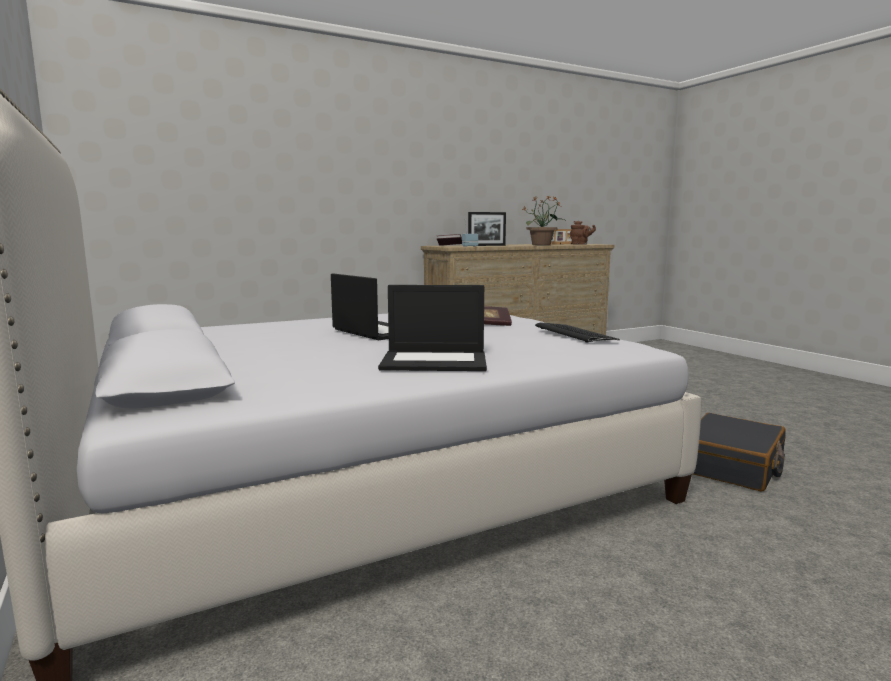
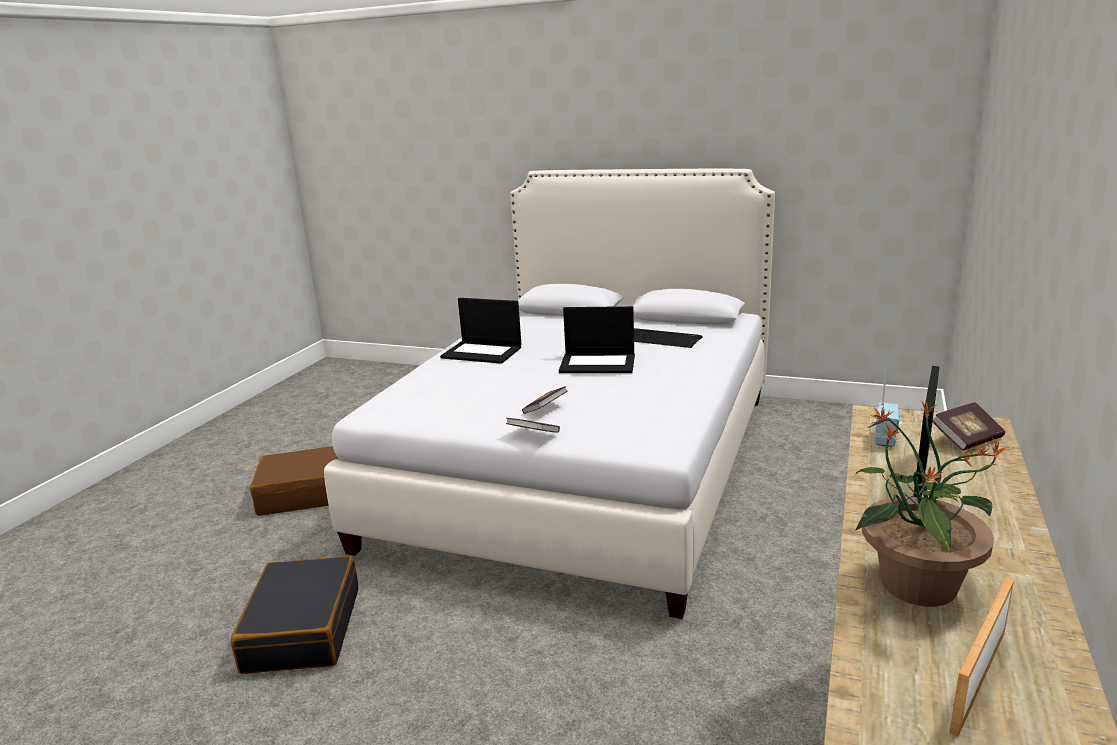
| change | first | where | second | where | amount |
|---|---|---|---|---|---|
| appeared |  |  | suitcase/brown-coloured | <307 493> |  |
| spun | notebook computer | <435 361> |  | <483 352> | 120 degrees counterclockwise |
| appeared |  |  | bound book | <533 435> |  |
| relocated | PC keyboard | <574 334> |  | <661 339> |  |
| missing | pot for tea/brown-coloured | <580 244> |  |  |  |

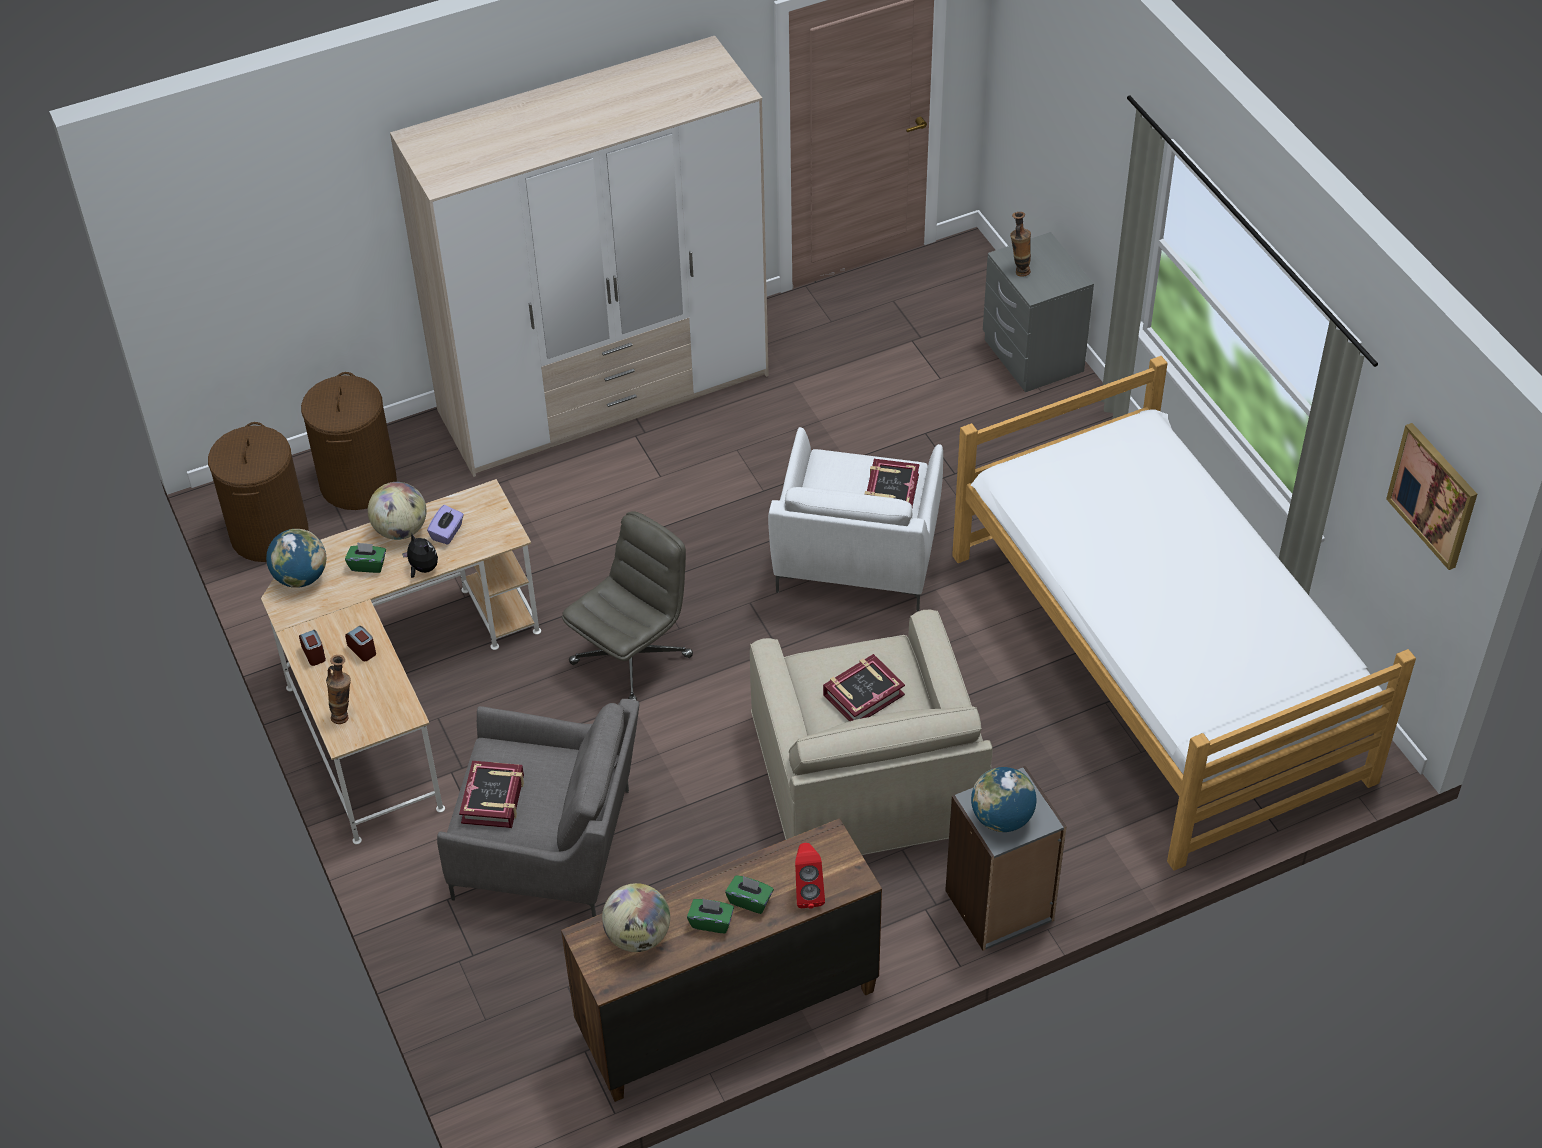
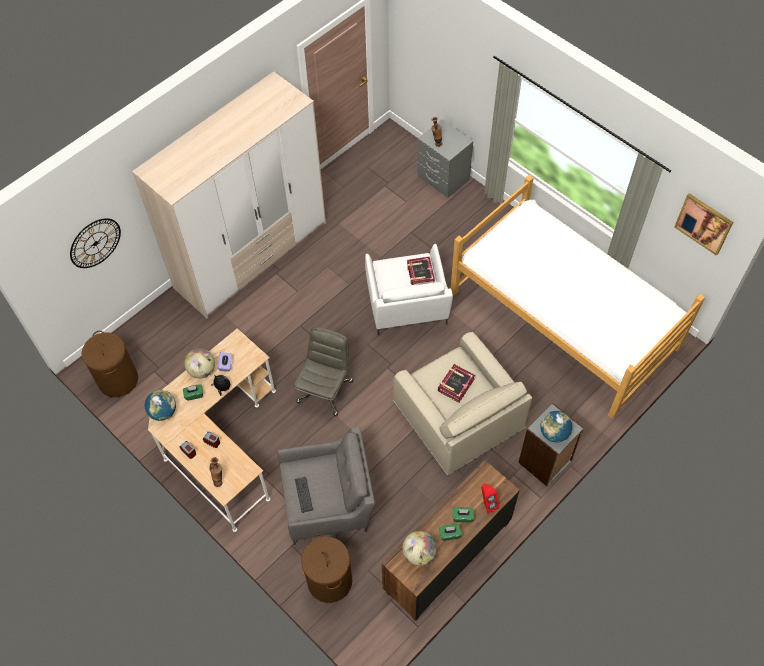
| change | first | where | second | where | amount |
|---|---|---|---|---|---|
| appeared |  |  | wall clock | <95 243> |  |
| exchanged | bound book | <493 799> | PC keyboard | <303 494> |  |
| relocated | hamper/brown-coloured | <358 483> |  | <329 580> |  |

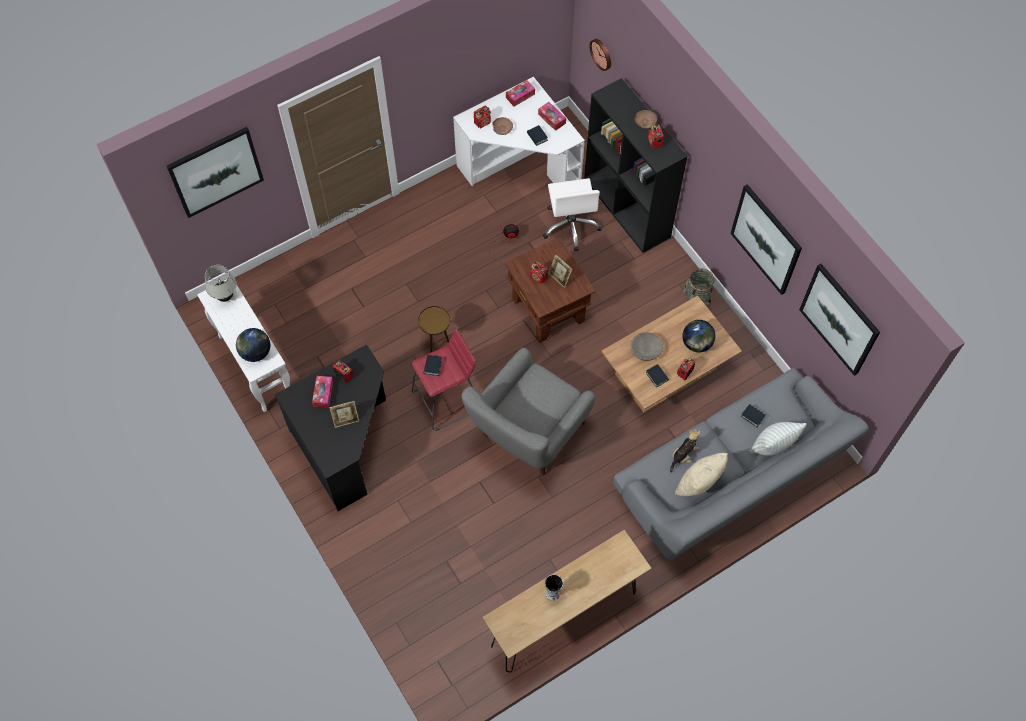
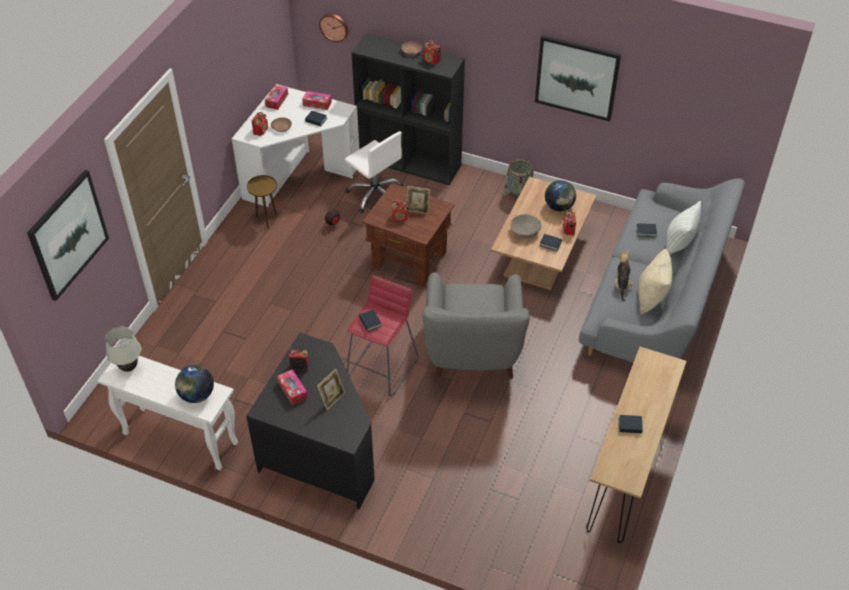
| change | first | where | second | where | amount |
|---|---|---|---|---|---|
| relocated | side table/brown-coloured | <436 343> |  | <267 219> |  |
| exchanged | decorative vase | <552 594> | bound book | <630 426> |  |
| missing | picture | <839 319> |  |  |  |

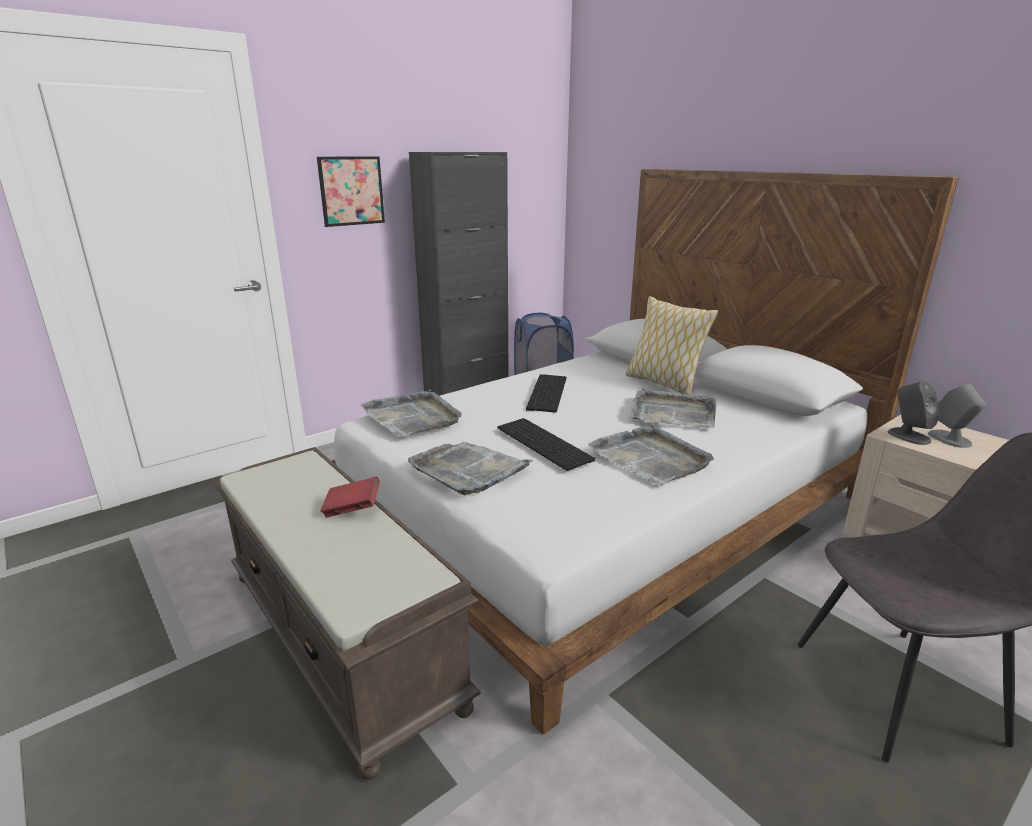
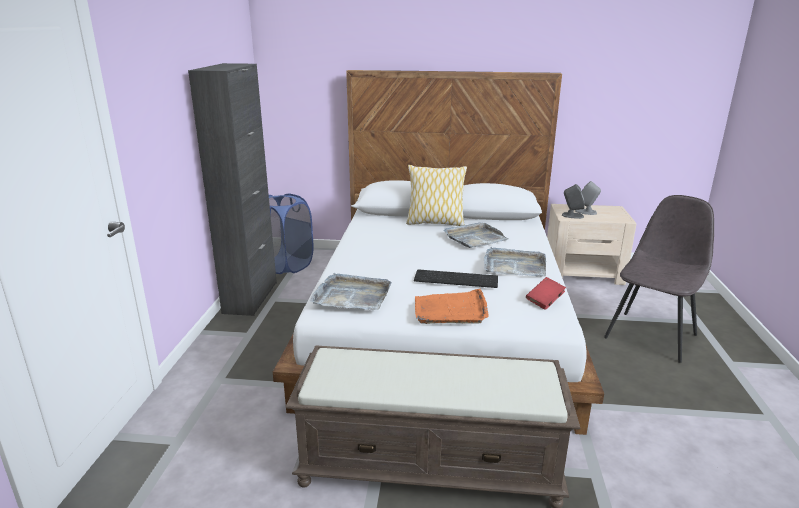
| change | first | where | second | where | amount |
|---|---|---|---|---|---|
| colour | serving tray/gray | <468 470> | serving tray/orange-coloured | <450 310> |  |
| relocated | bound book/red | <352 509> |  | <544 301> |  |
| missing | picture | <351 191> |  |  |  |
| missing | PC keyboard | <545 392> |  |  |  |

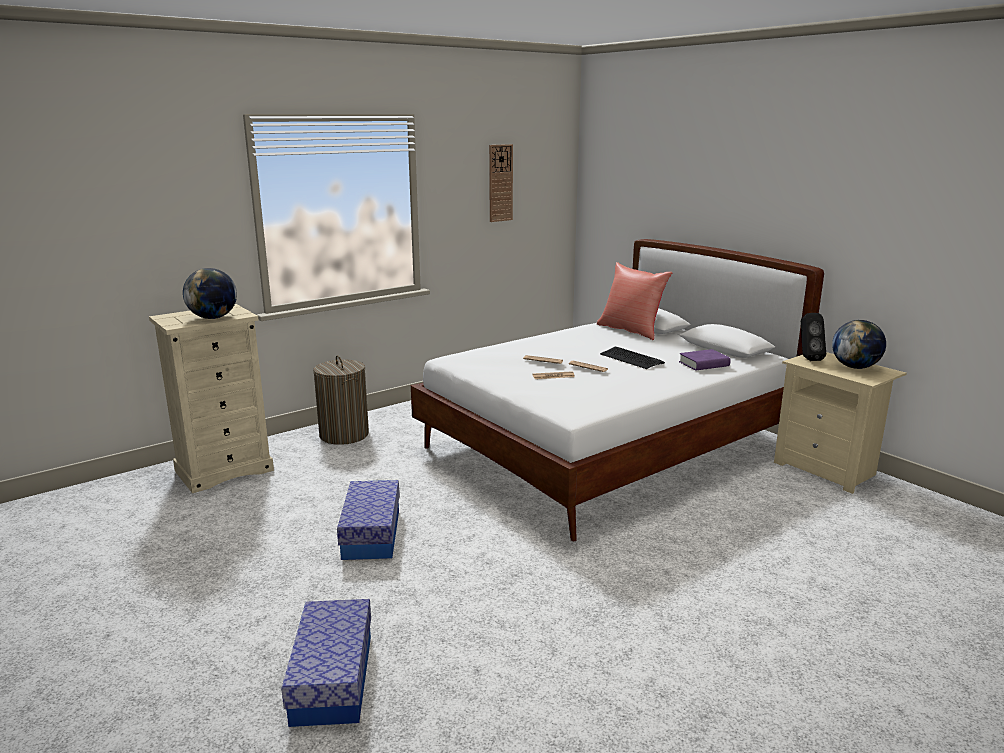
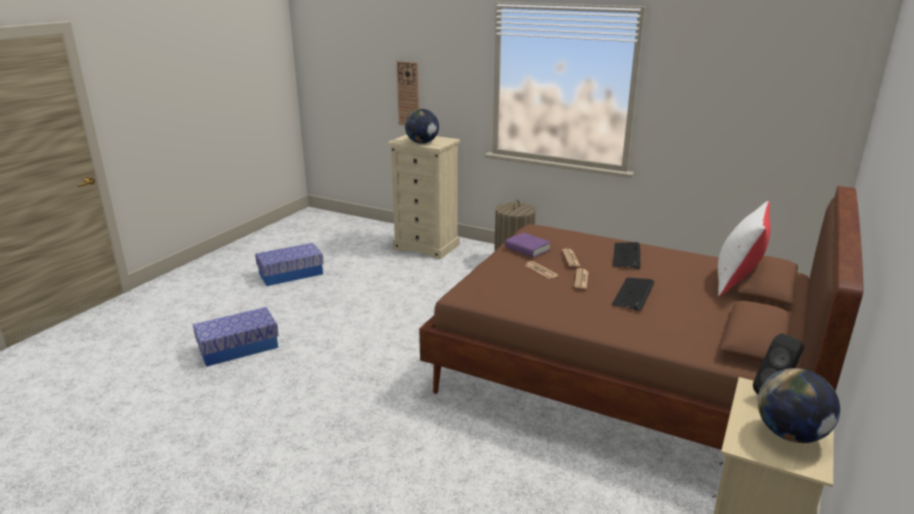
| change | first | where | second | where | amount |
|---|---|---|---|---|---|
| relocated | storage box | <371 534> |  | <291 274> |  |
| relocated | wall clock | <500 183> |  | <408 94> |  |
| colour | bed/white | <608 448> | bed/brown-coloured | <623 376> |  |
| relocated | bound book/purple-coloured | <704 364> |  | <527 248> |  |
| appeared |  |  | PC keyboard | <627 256> |  |
| colour | cushion/red | <631 330> | cushion/white | <737 281> |  |

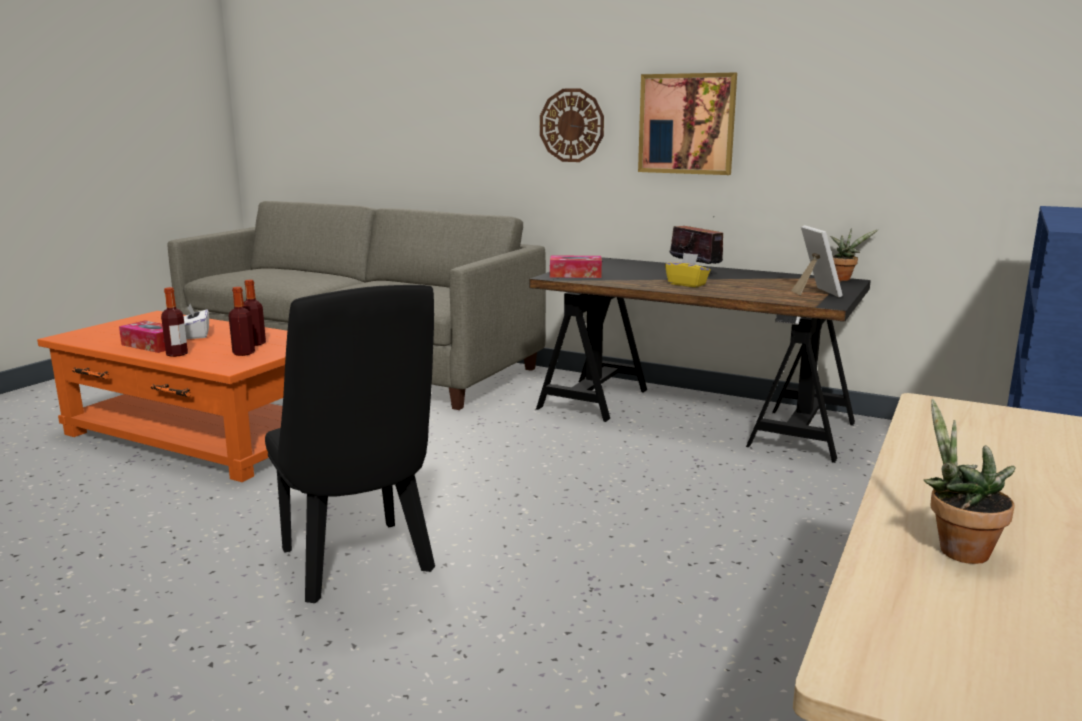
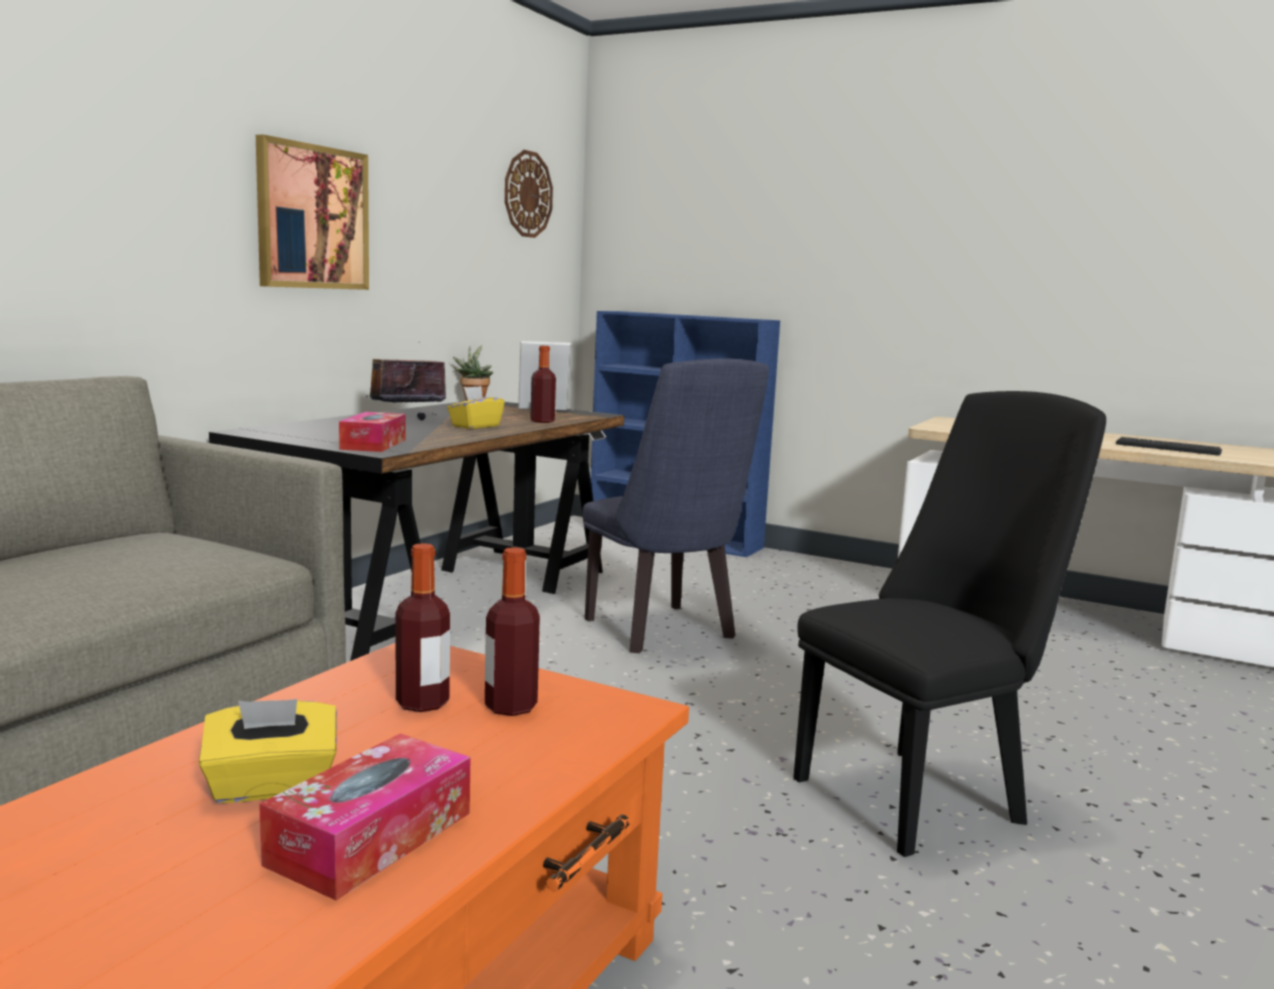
| change | first | where | second | where | amount |
|---|---|---|---|---|---|
| colour | tissue holder/white | <196 335> | tissue holder/yellow | <271 787> |  |
| relocated | wall clock | <571 125> |  | <527 194> |  |
| relocated | beverage bottle | <177 354> |  | <542 421> |  |
| appeared |  |  | upright chair/bluish | <665 633> |  |
| exchanged | houseplant | <956 549> | PC keyboard | <1167 448> |  |

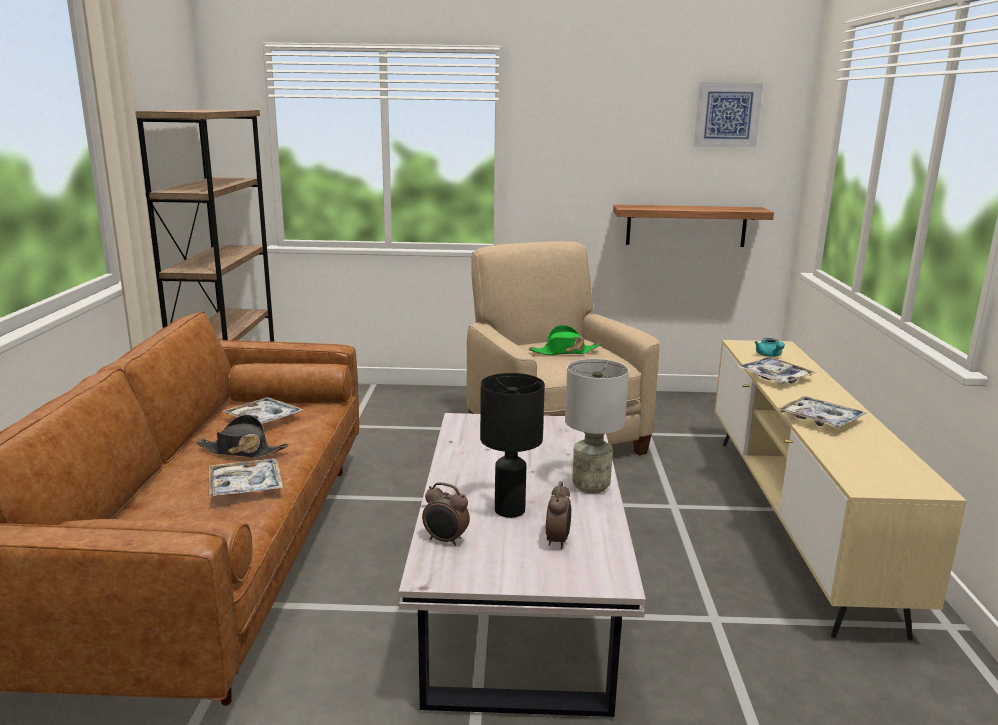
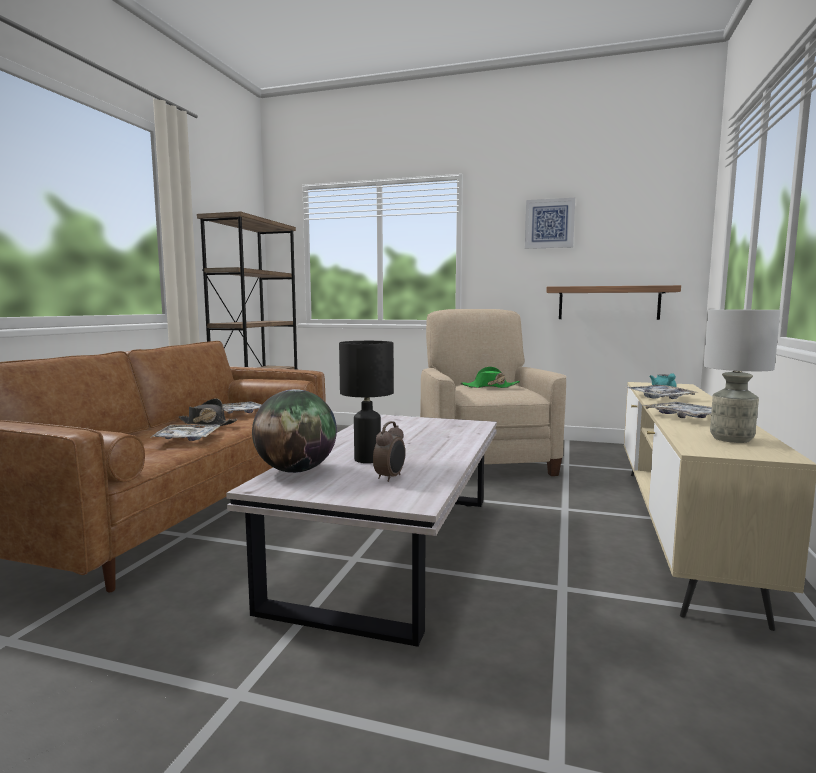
| change | first | where | second | where | amount |
|---|---|---|---|---|---|
| exchanged | alarm clock | <445 541> | globe | <296 470> |  |
| relocated | picture | <727 115> |  | <549 223> |  |
| relocated | tabletop lamp/gray | <591 487> |  | <731 439> |  |

